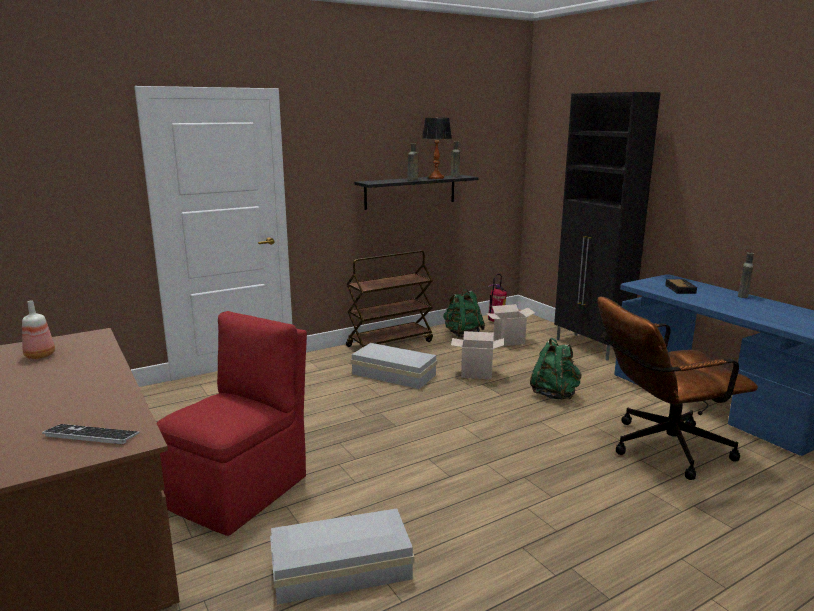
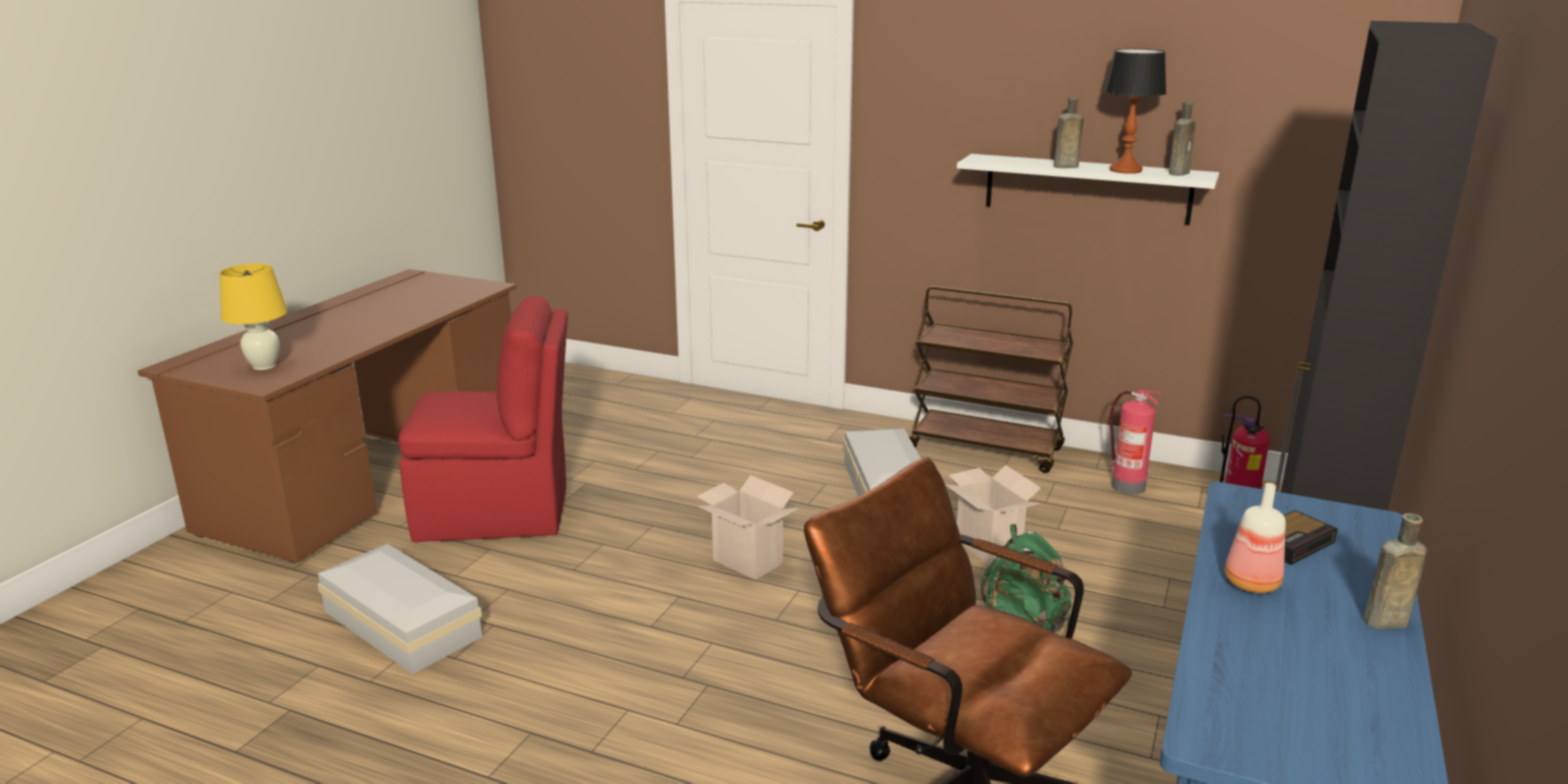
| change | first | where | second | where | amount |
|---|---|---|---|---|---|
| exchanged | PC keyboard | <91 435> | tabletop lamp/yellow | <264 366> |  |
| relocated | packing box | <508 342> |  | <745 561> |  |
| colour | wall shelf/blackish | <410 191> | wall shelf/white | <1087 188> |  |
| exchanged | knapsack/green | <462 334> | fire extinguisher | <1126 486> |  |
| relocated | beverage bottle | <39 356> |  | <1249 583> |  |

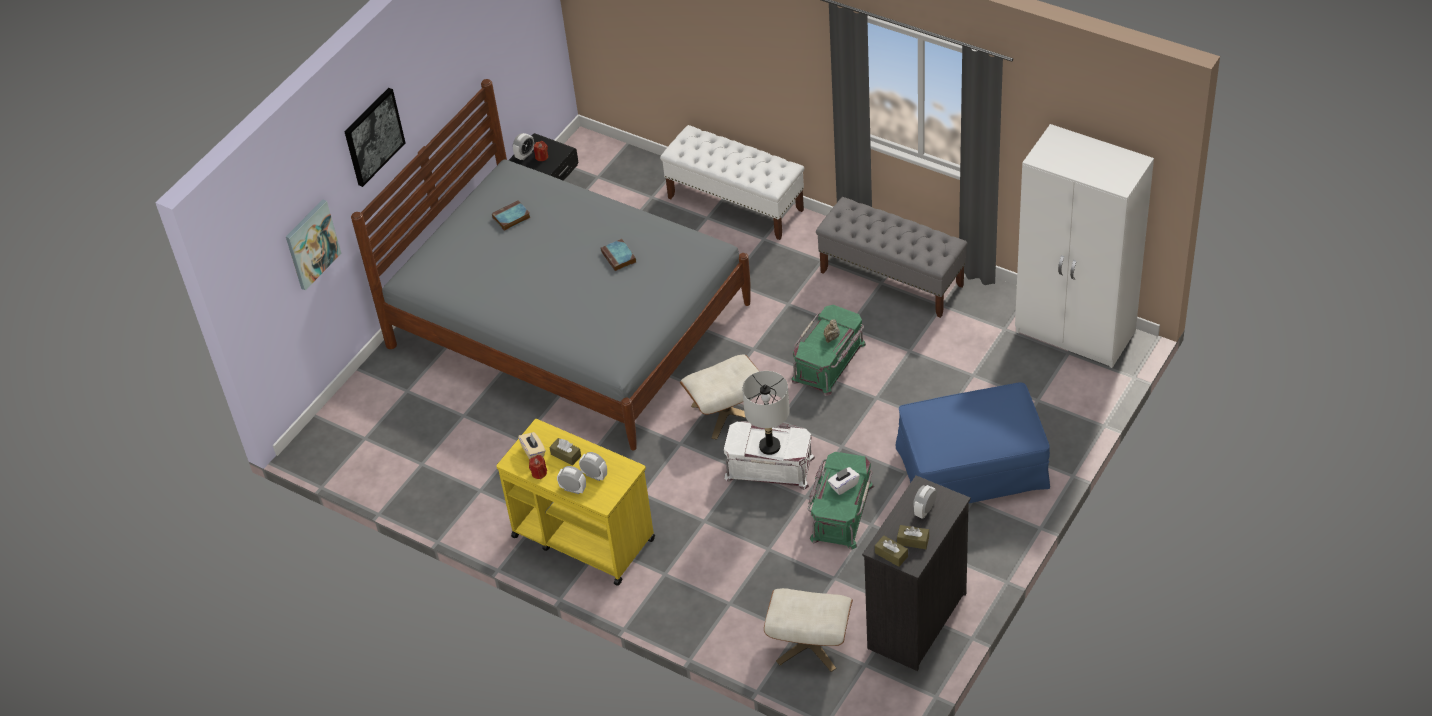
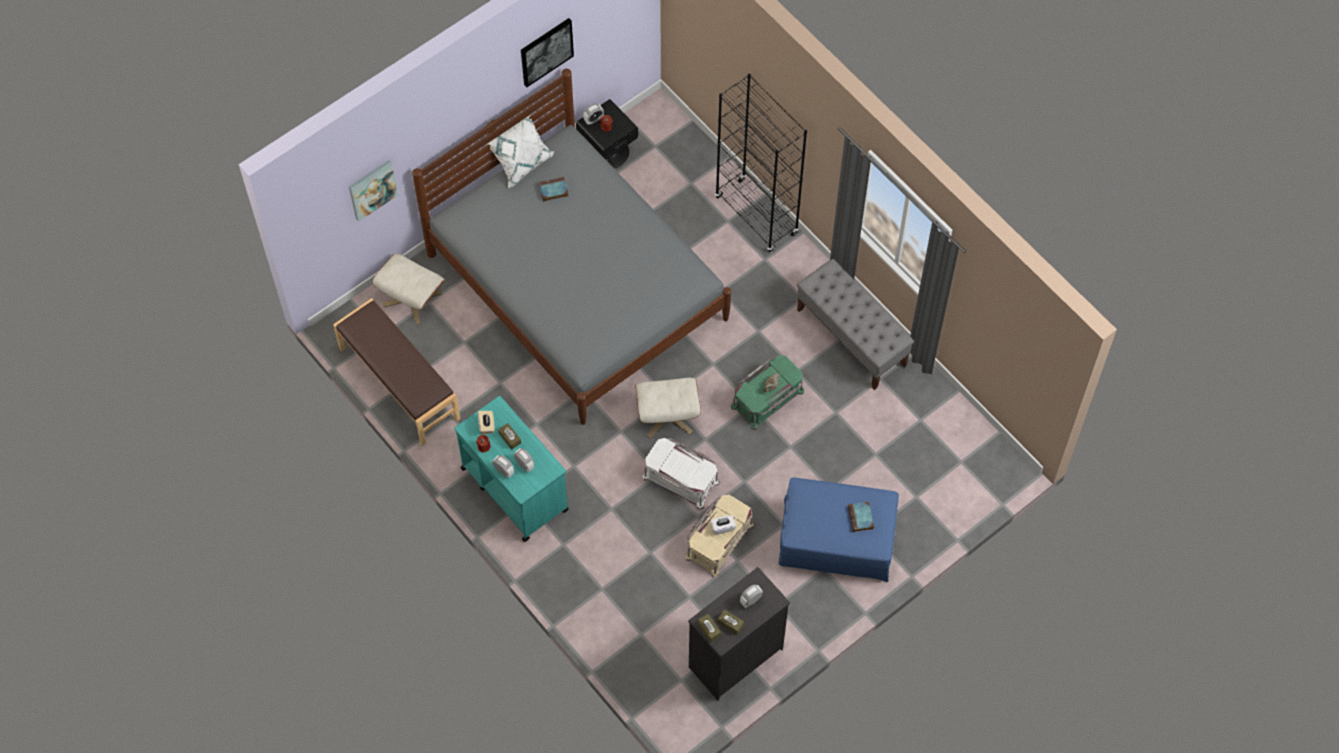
| change | first | where | second | where | amount |
|---|---|---|---|---|---|
| appeared |  |  | indoor bench/brown-coloured | <399 384> |  |
| relocated | ottoman/beige-coloured | <810 644> |  | <411 299> |  |
| colour | cart/yellow | <582 537> | cart/turquoise | <514 488> |  |
| appeared |  |  | cushion/white | <521 161> |  |
| relocated | picture | <373 136> |  | <546 51> |  |
| colour | storage box/green | <841 511> | storage box/beige-coloured | <719 540> |  |
| exchanged | indoor bench/white | <736 204> | bookshelf/blackish | <756 216> |  |
| relocated | bound book | <619 257> |  | <861 518> |  |
| missing | tabletop lamp/gray | <770 447> |  |  |  |
| missing | armoire/white | <1075 333> |  |  |  |

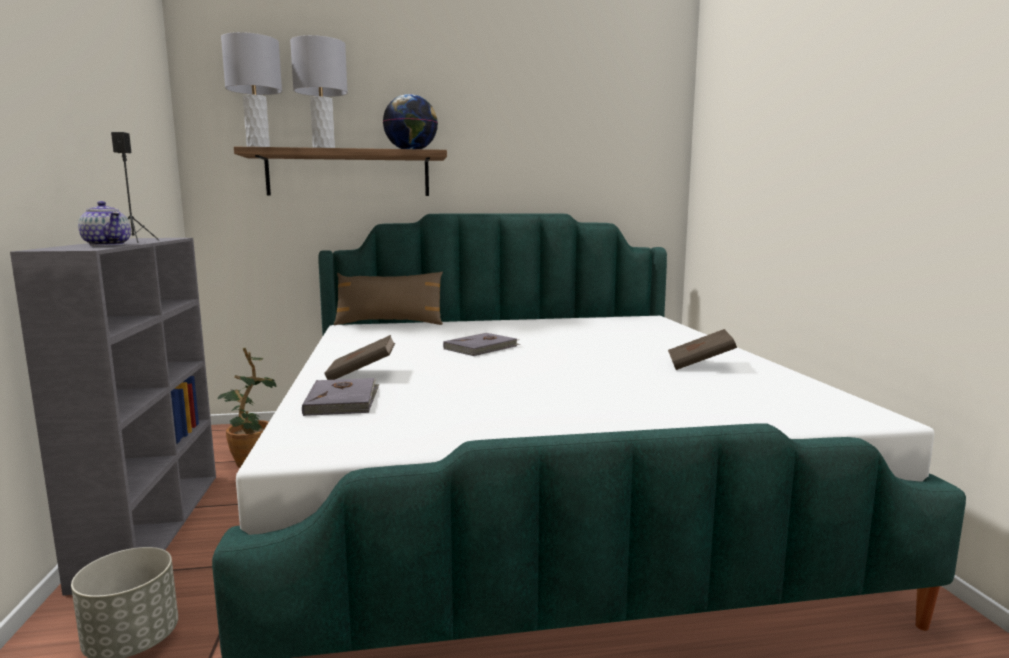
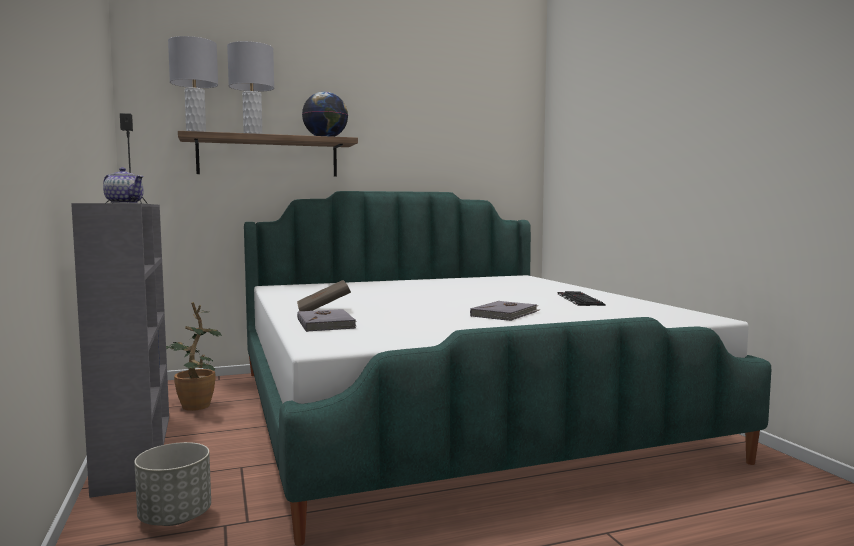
| change | first | where | second | where | amount |
|---|---|---|---|---|---|
| relocated | bound book/gray | <482 347> |  | <505 314> |  |
| exchanged | bound book/brown-coloured | <699 365> | PC keyboard | <578 299> |  |
| missing | cushion/brown-coloured | <389 323> |  |  |  |

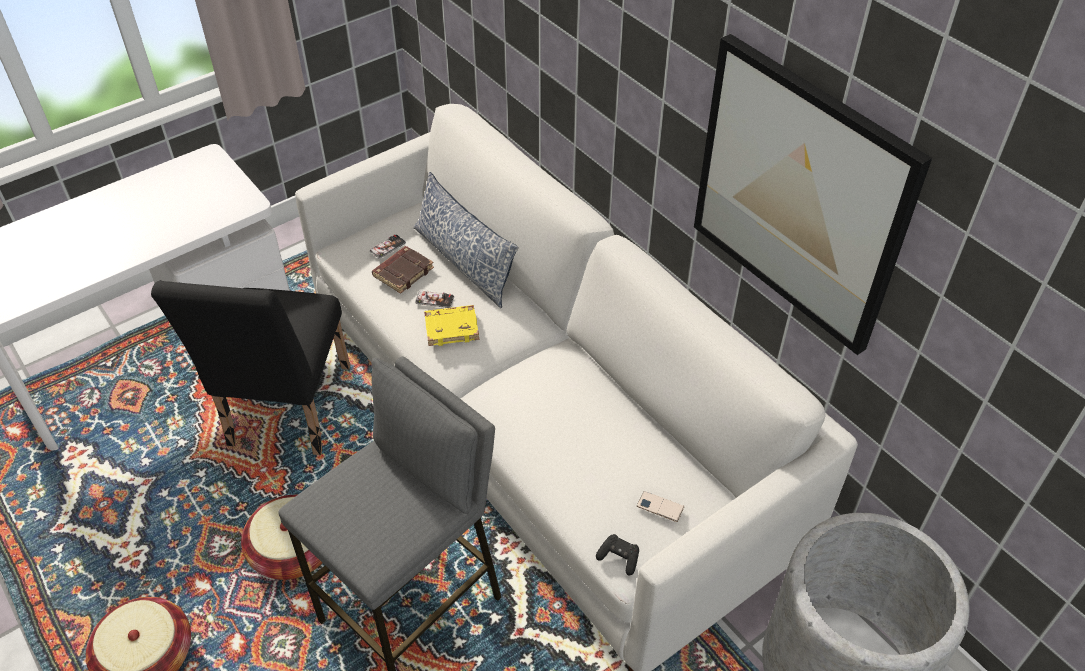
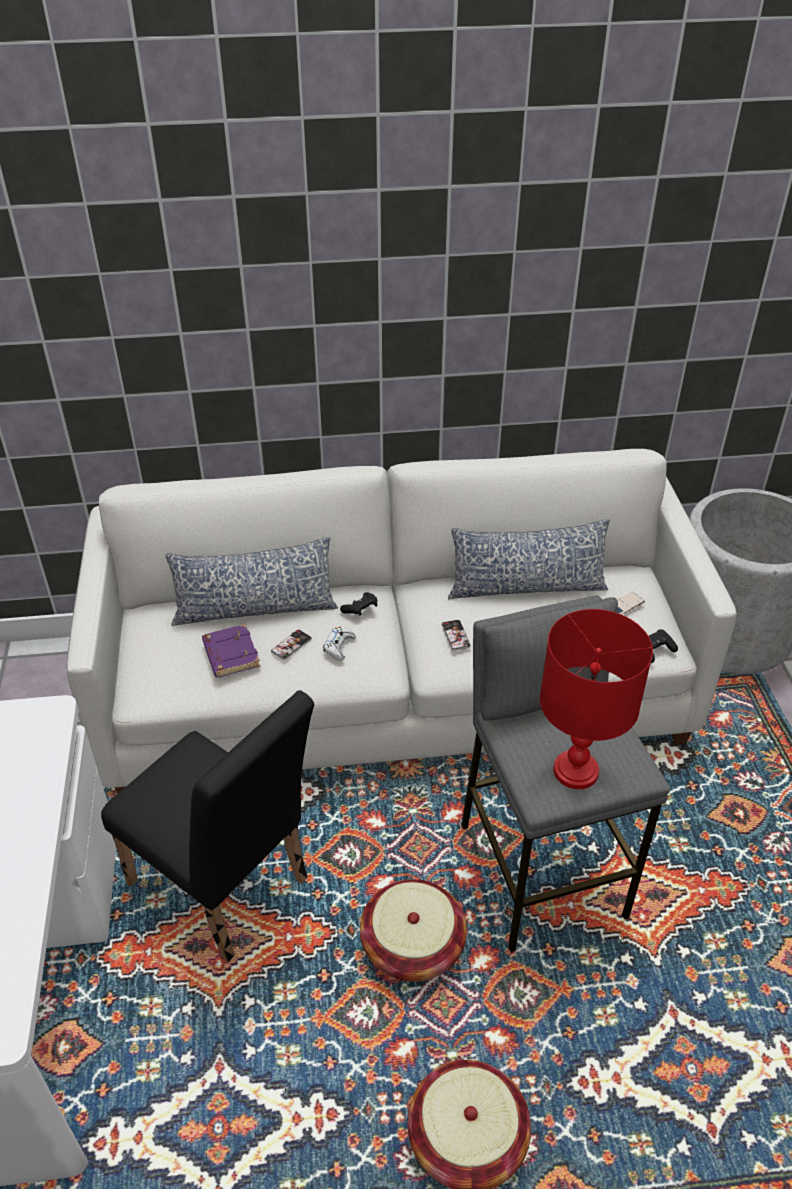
| change | first | where | second | where | amount |
|---|---|---|---|---|---|
| colour | bound book/brown-coloured | <403 272> | bound book/purple-coloured | <230 654> |  |
| exchanged | bound book/yellow | <452 328> | gamepad/white | <339 647> |  |
| appeared |  |  | gamepad/blackish | <360 610> |  |
| relocated | telephone | <388 247> |  | <455 635> |  |
| appeared |  |  | cushion | <526 587> |  |
| appeared |  |  | tabletop lamp/red | <576 770> |  |
| missing | picture | <799 195> |  |  |  |

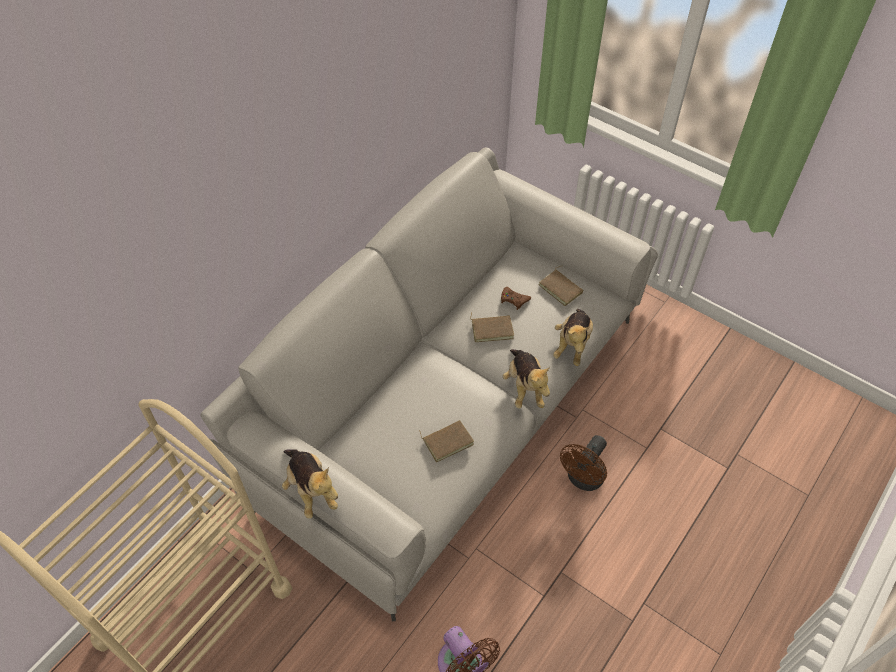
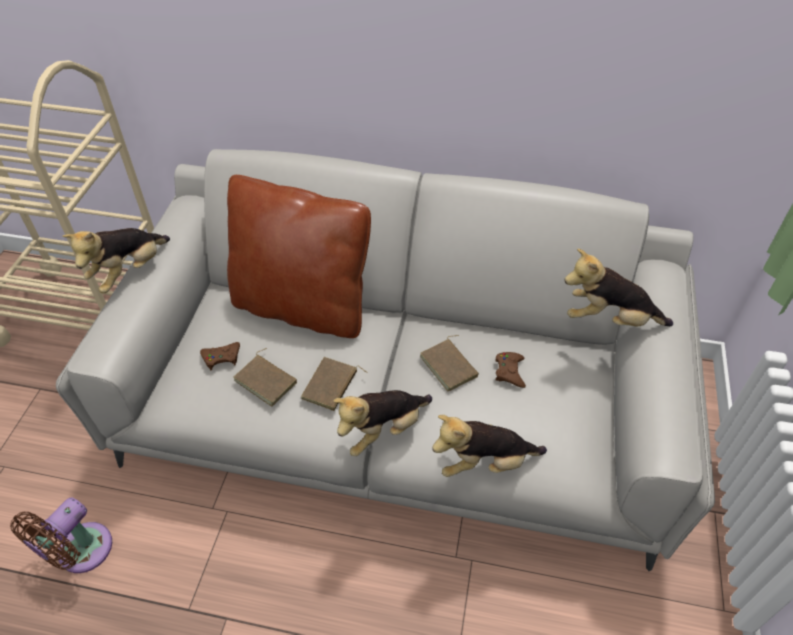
| change | first | where | second | where | amount |
|---|---|---|---|---|---|
| appeared |  |  | gamepad/brown-coloured | <221 357> |  |
| appeared |  |  | cushion/brown-coloured | <302 306> |  |
| relocated | bound book/brown-coloured | <561 288> |  | <331 386> |  |
| appeared |  |  | plush toy | <609 319> |  |
| missing | electric fan/brown-coloured | <583 479> |  |  |  |

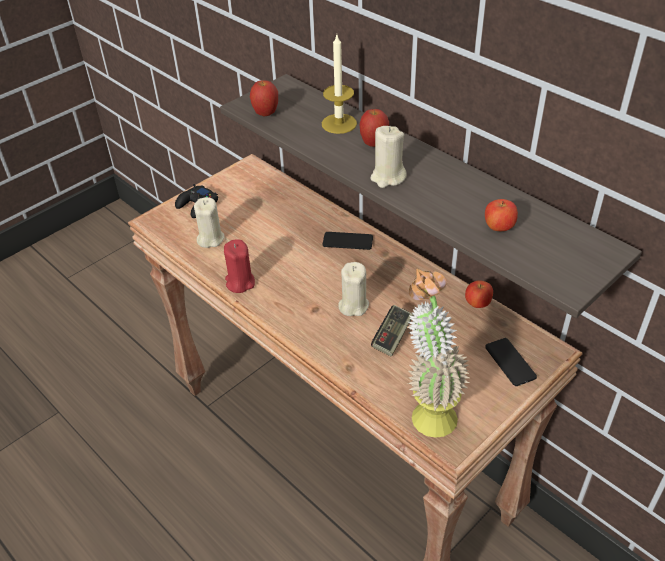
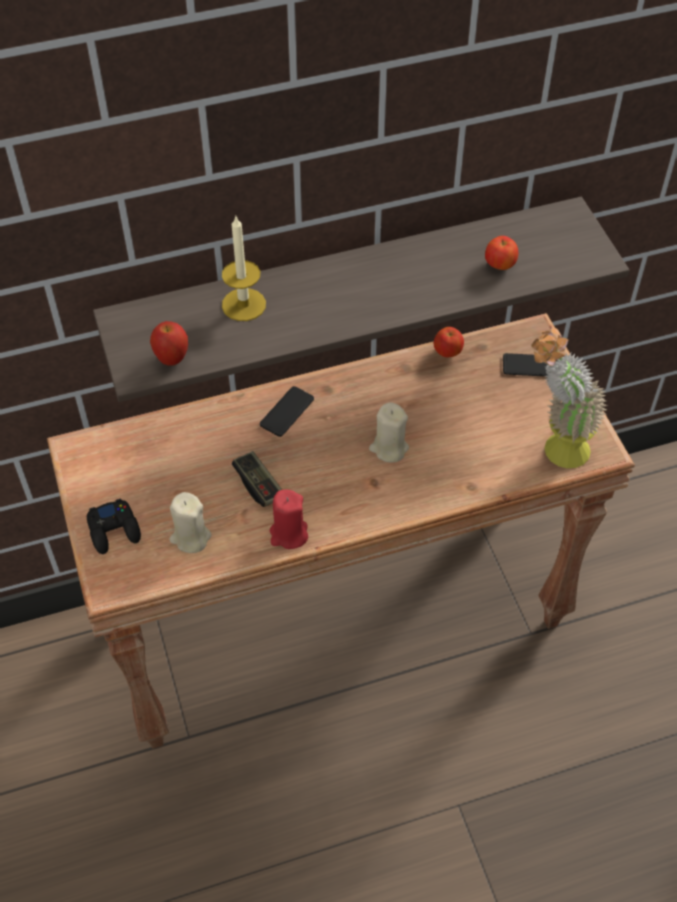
| change | first | where | second | where | amount |
|---|---|---|---|---|---|
| relocated | gamepad | <392 336> |  | <258 485> |  |
| missing | apple | <374 144> |  |  |  |
| missing | wax light/beige-coloured | <387 177> |  |  |  |

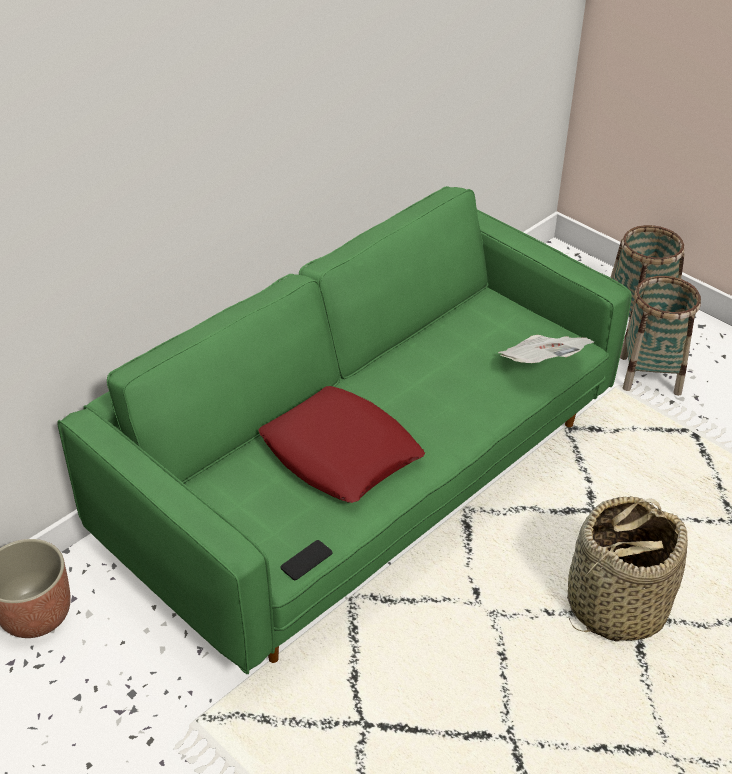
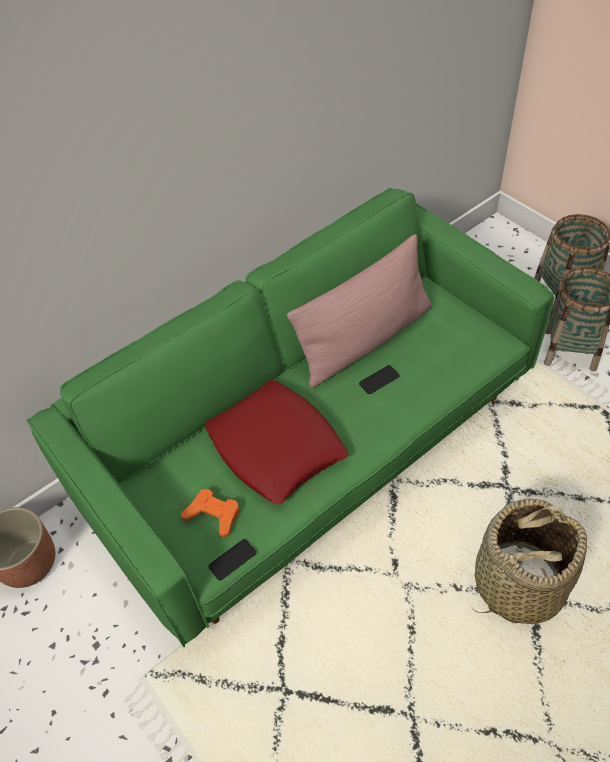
| change | first | where | second | where | amount |
|---|---|---|---|---|---|
| appeared |  |  | gamepad/orange-coloured | <213 515> |  |
| appeared |  |  | cushion/pink | <365 340> |  |
| appeared |  |  | telephone | <379 380> |  |
| missing | newspaper | <542 366> |  |  |  |

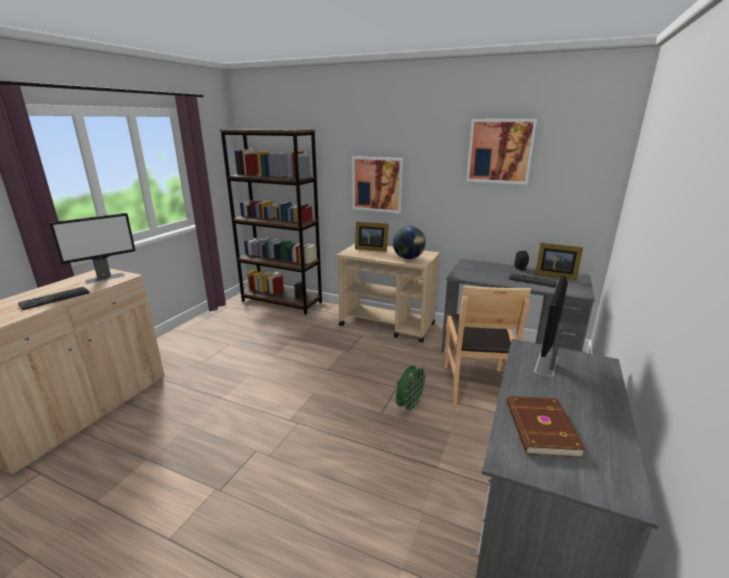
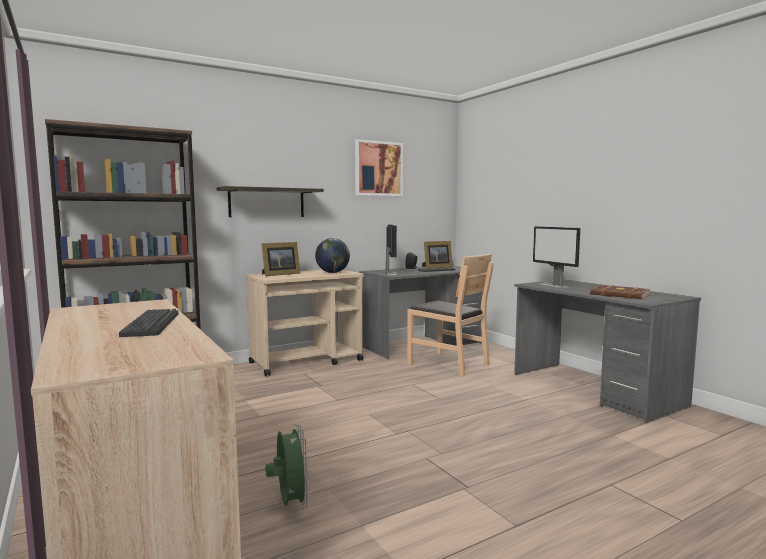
| change | first | where | second | where | amount |
|---|---|---|---|---|---|
| exchanged | picture | <377 184> | wall shelf | <267 203> |  |
| relocated | electric fan/green | <409 407> |  | <290 503> |  |
| relocated | monitor | <105 278> |  | <390 273> |  |

